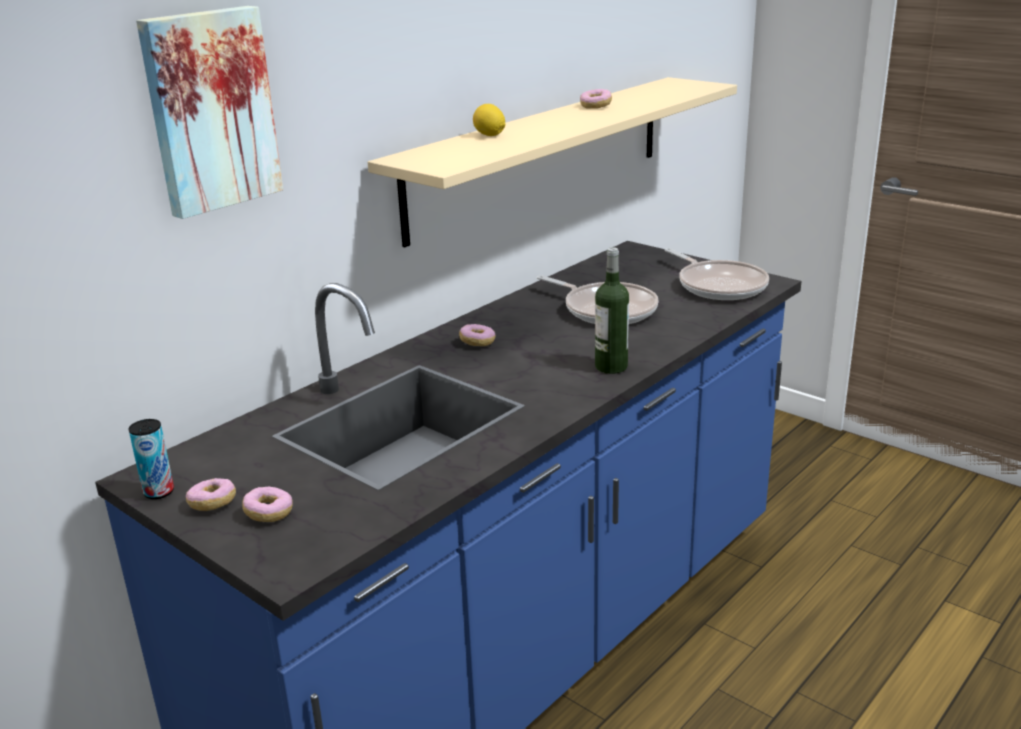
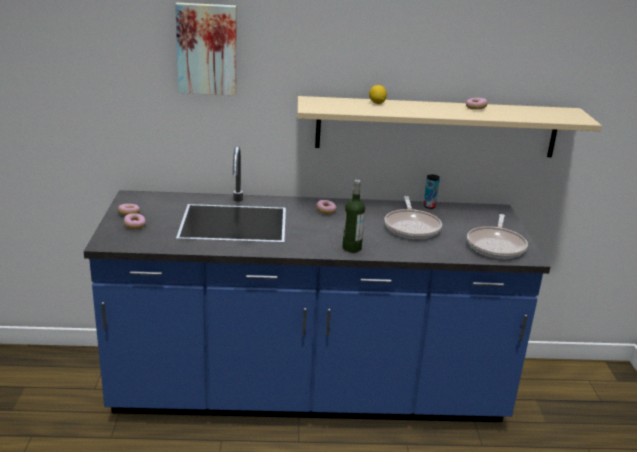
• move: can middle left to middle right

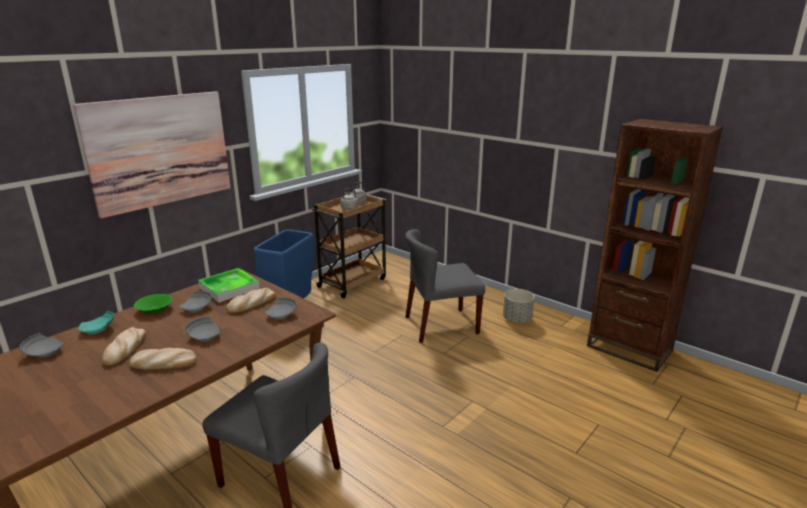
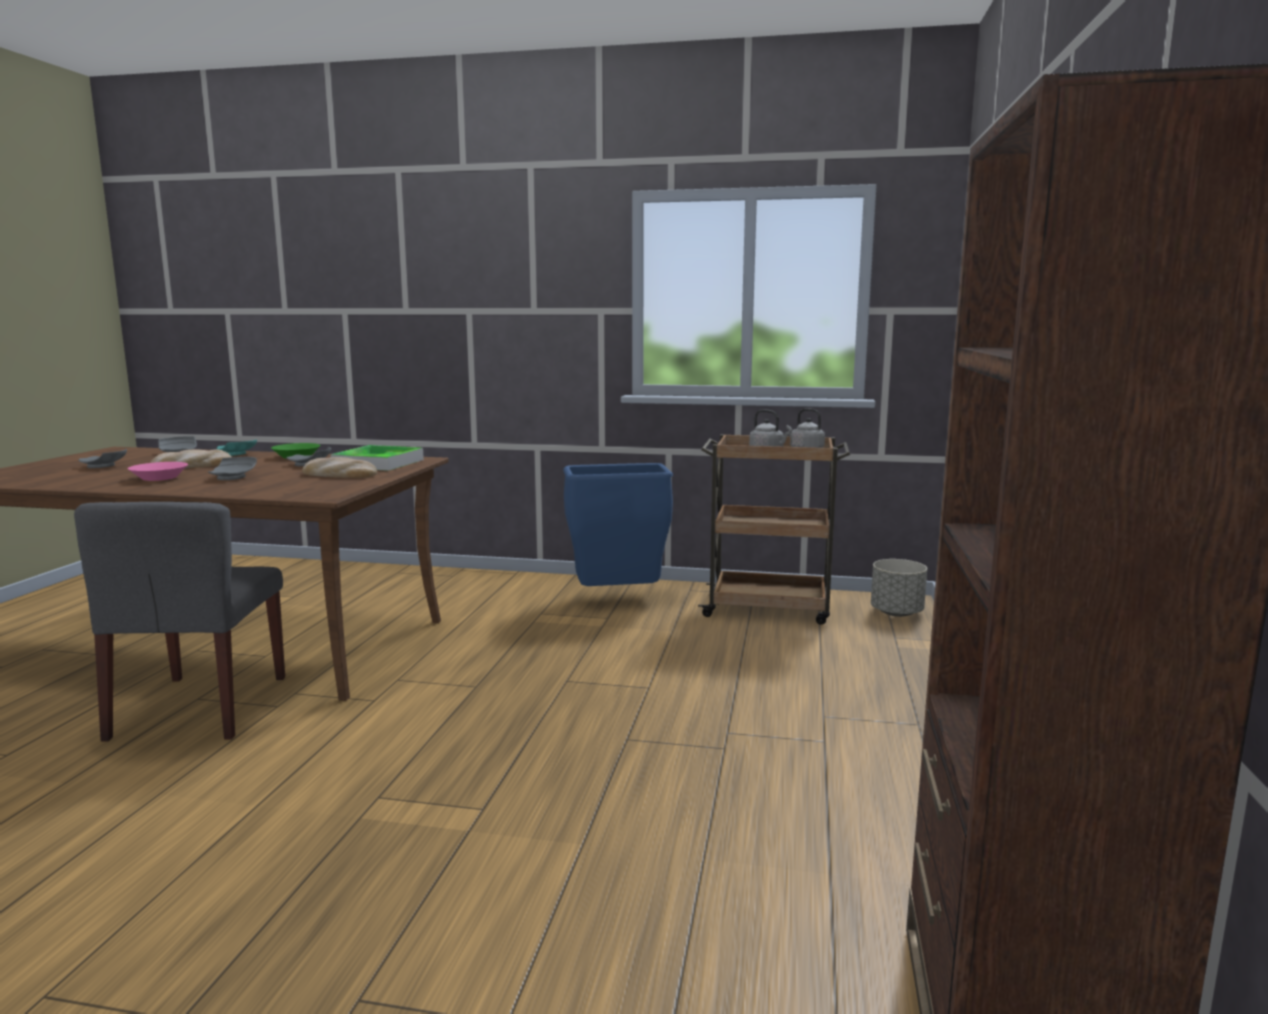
• delete: picture top left
• replace: bread (2nd from left) bottom left to pink bowl middle left
• move: grey plate (4th from left in the first image) centre to grey plate (1st from left) middle left
• delete: grey chair (2nd from left) centre
• move: grey planter centre to middle right

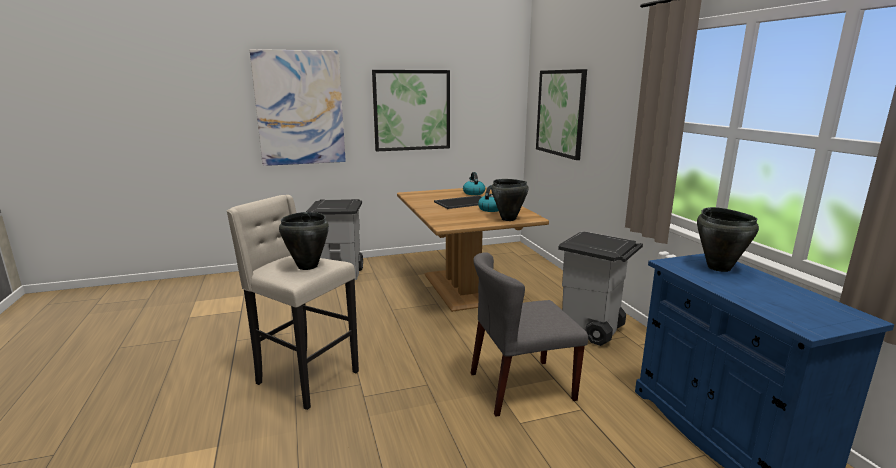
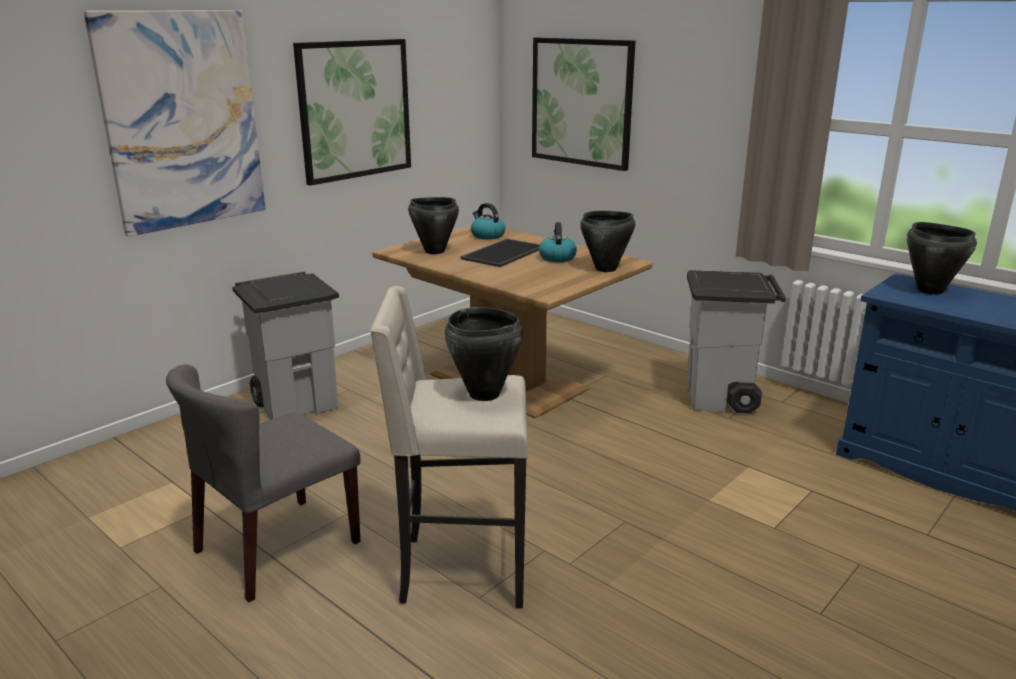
• move: grey chair bottom centre to bottom left
• insert: black cooking pot (1st from left) top centre

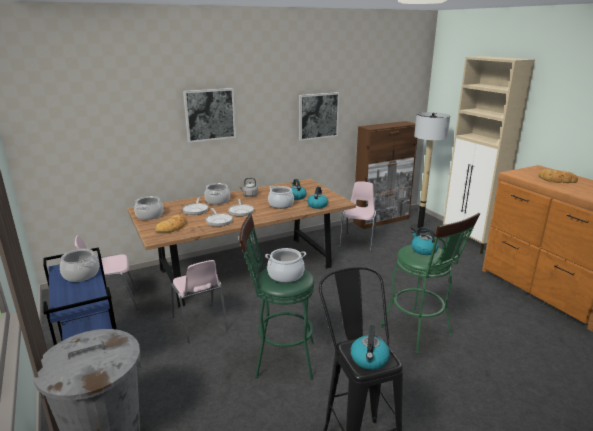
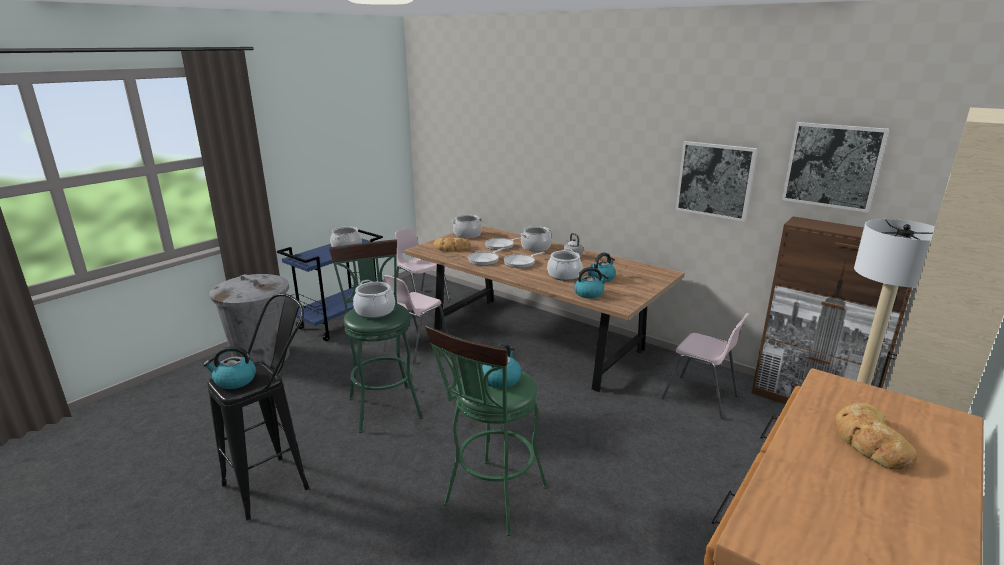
• move: picture (1st from left in the first image) top centre to picture (2nd from left) top right
• rotate: pink chair (3rd from left) centre = middle right 45 degrees clockwise

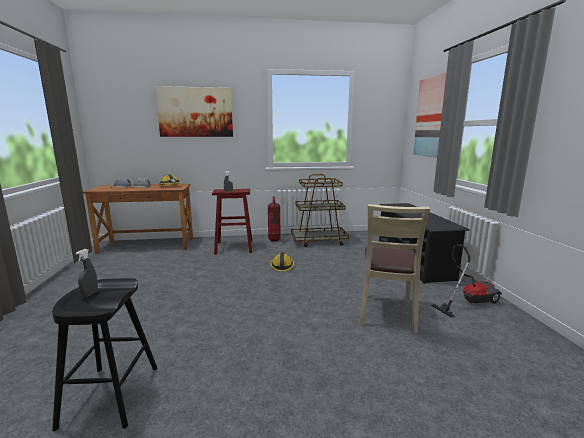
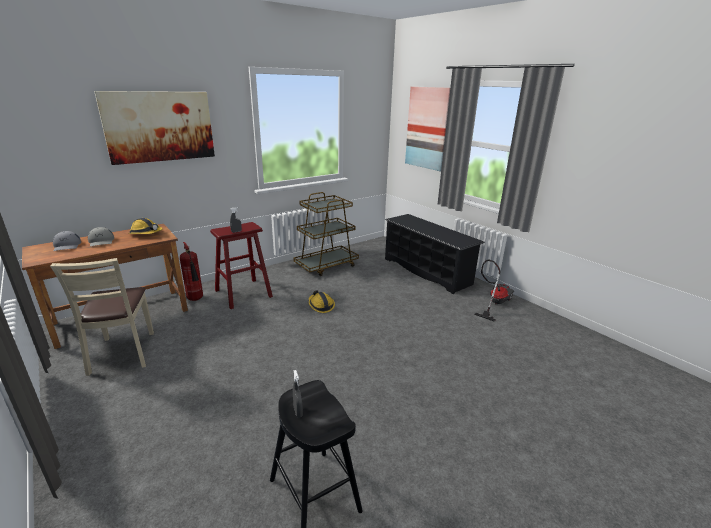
• move: fire extinguisher centre to middle left
• move: beige chair middle right to middle left

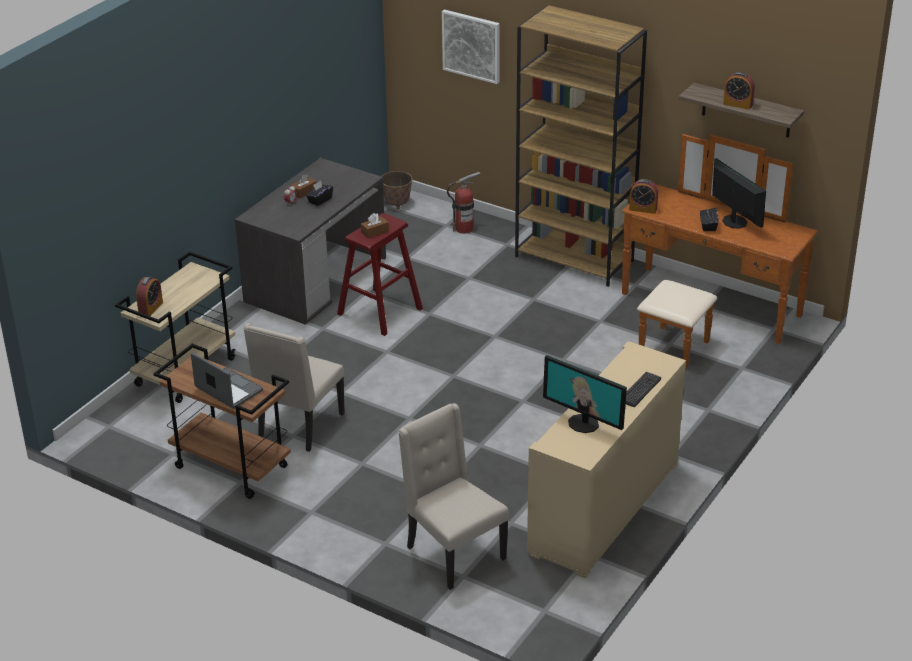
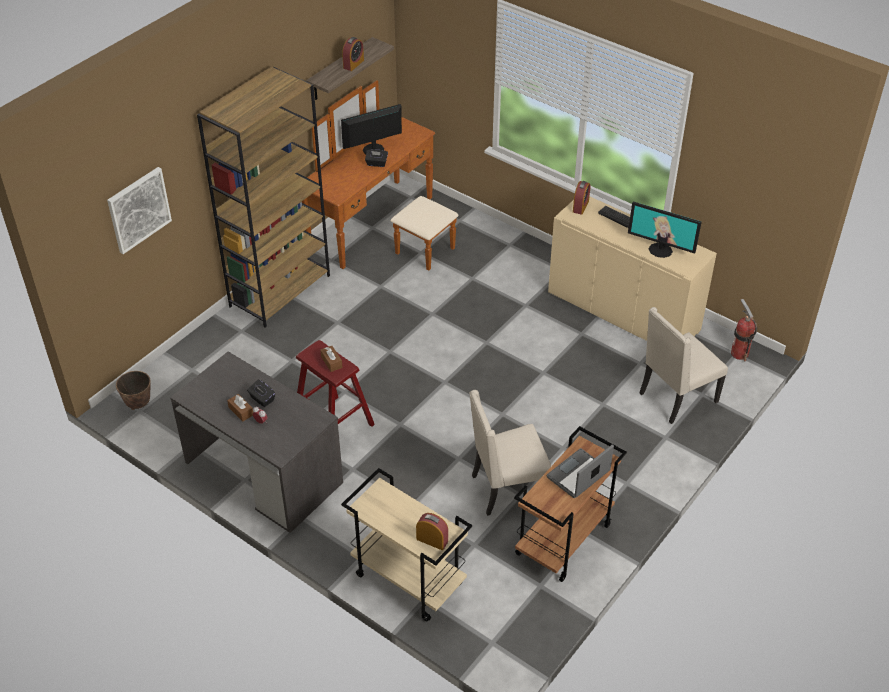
• rotate: beige chair (1st from left) middle left = centre 135 degrees clockwise
• move: fire extinguisher top centre to middle right
• rotate: monitor (1st from left in the first image) centre = top right 75 degrees clockwise
• move: alarm clock (3rd from left in the first image) top right to alarm clock (4th from left) top centre

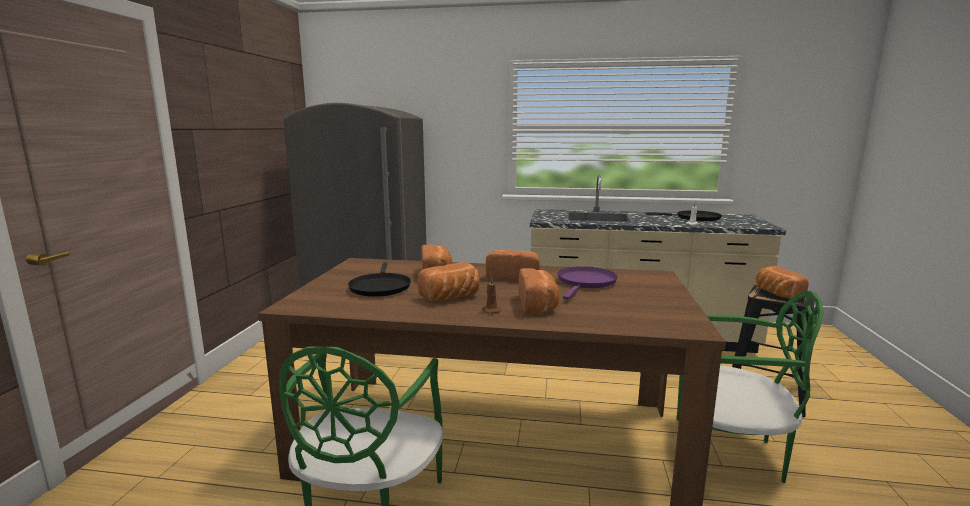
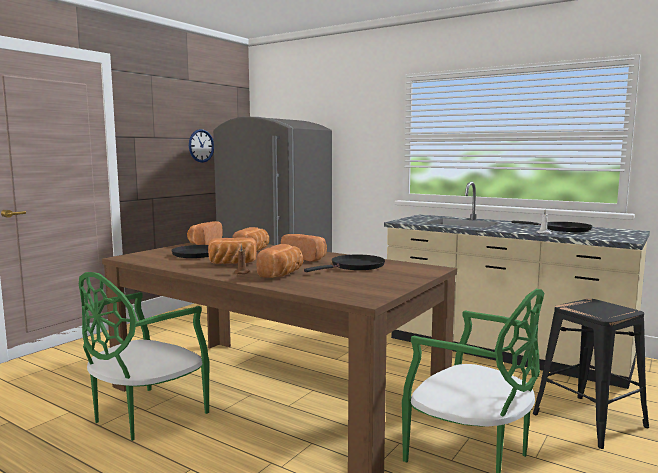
• recolor: purple frying pan centre to black frying pan (2nd from left) centre
• move: bread (5th from left in the first image) middle right to bread (1st from left) middle left
• insert: wall clock top left

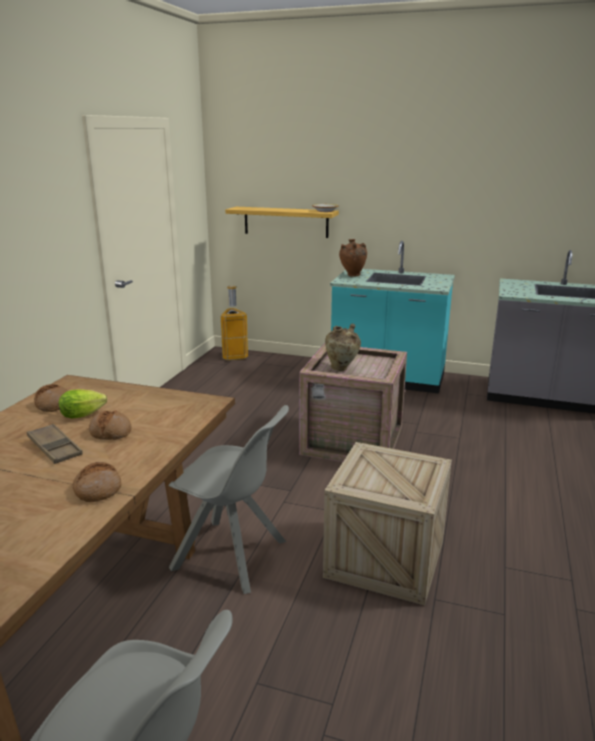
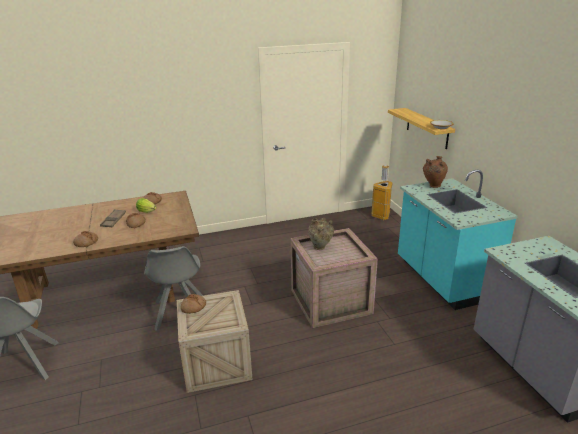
• insert: bread (4th from left) bottom centre

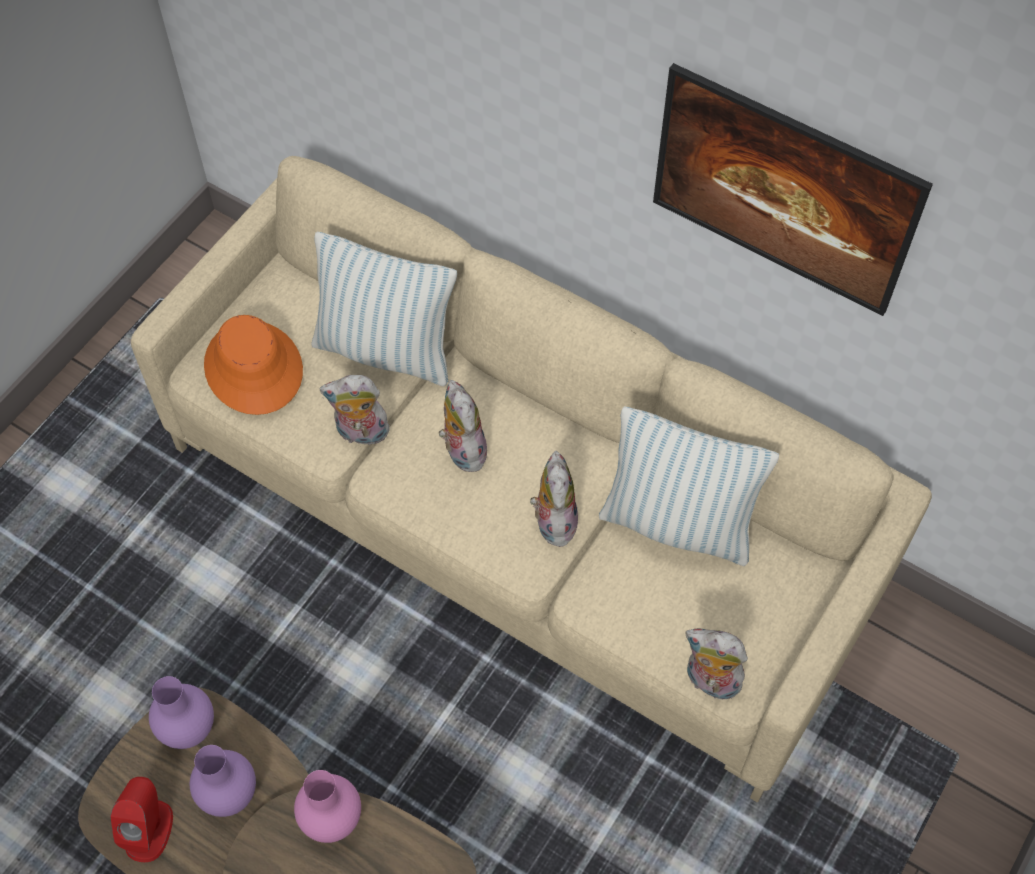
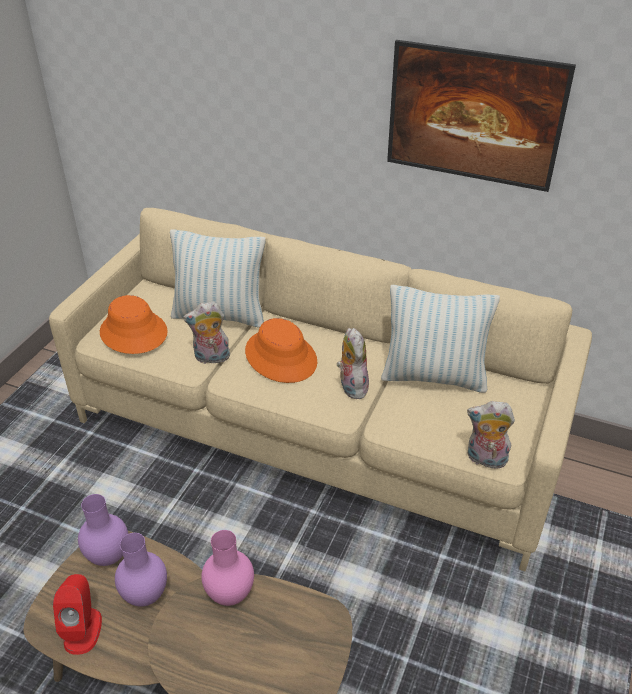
• replace: plush toy (2nd from left) centre to orange hat (2nd from left) centre

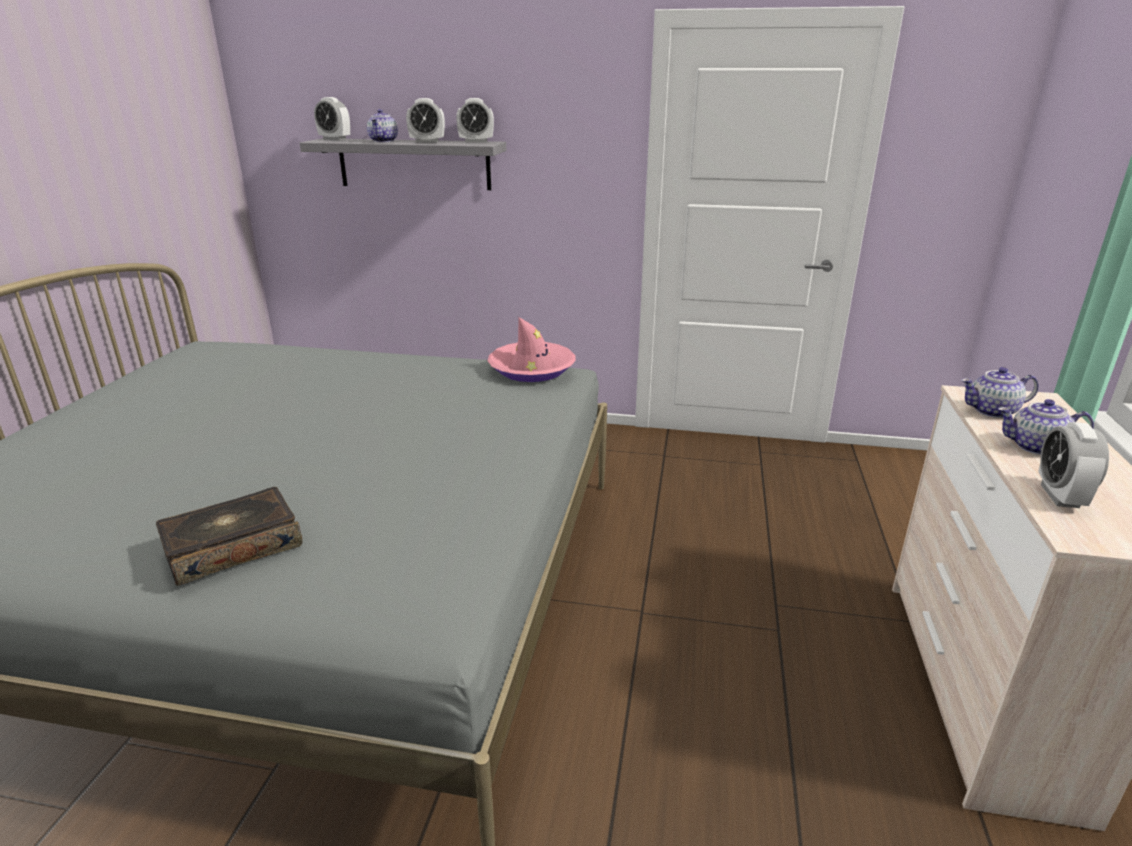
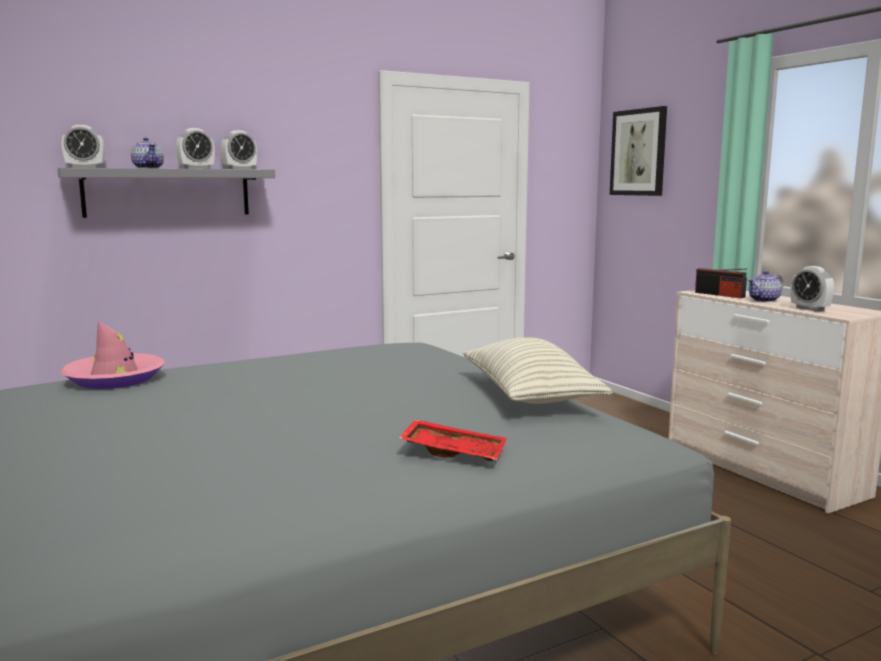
• replace: book middle left to red tray centre
• move: pink hat centre to middle left
• replace: teapot (2nd from left) middle right to radio middle right
• insert: pillow centre
• insert: picture top right

